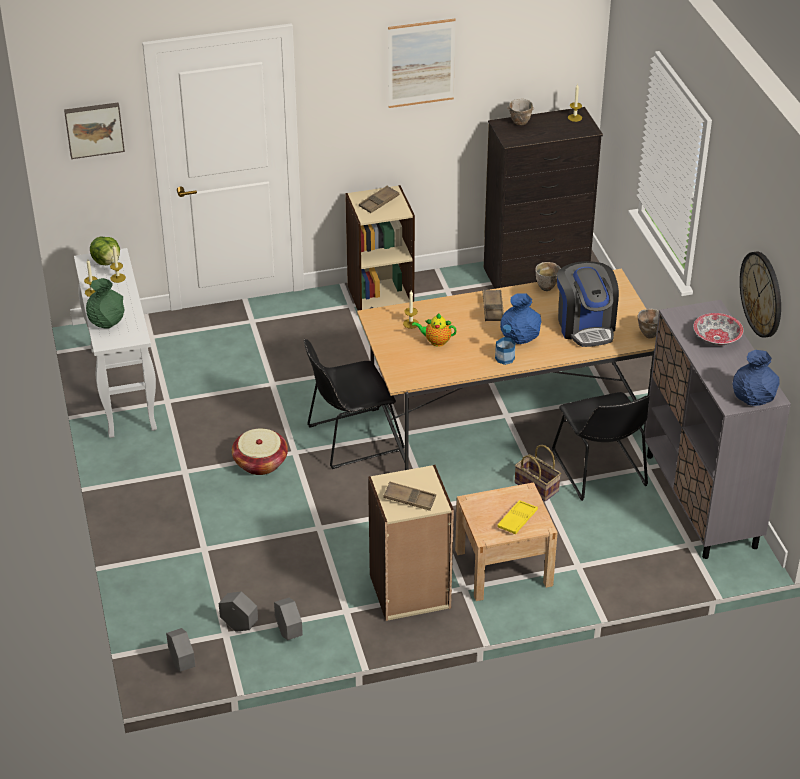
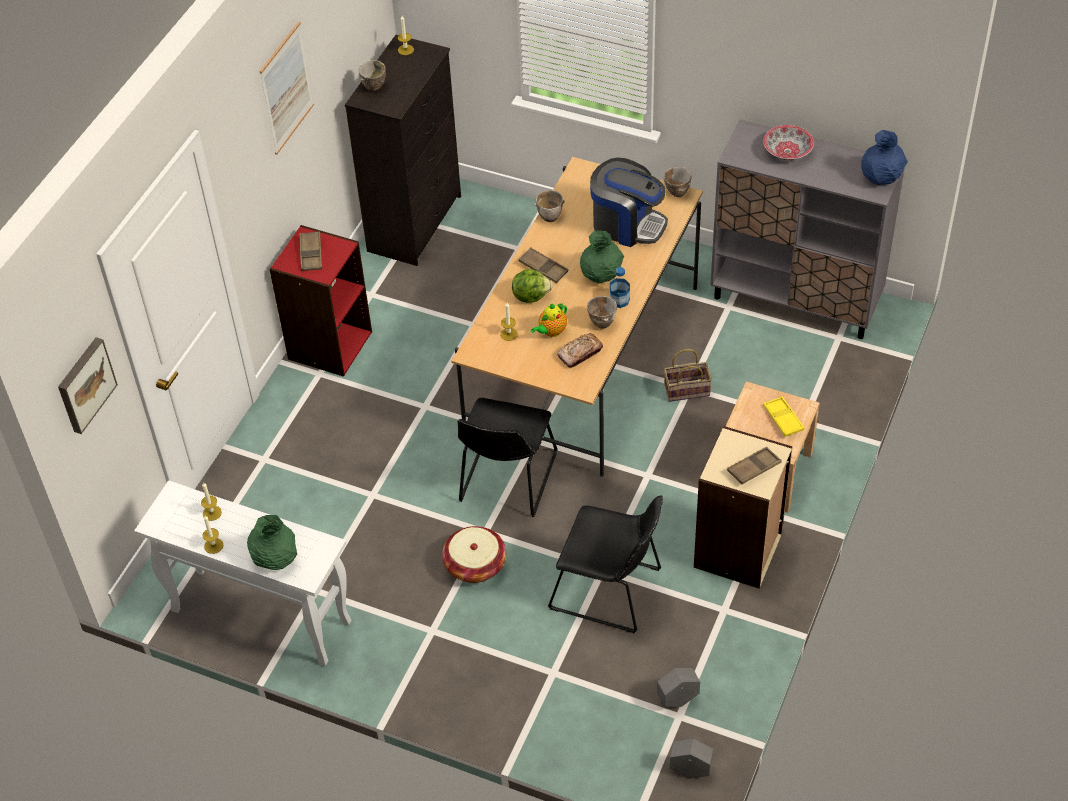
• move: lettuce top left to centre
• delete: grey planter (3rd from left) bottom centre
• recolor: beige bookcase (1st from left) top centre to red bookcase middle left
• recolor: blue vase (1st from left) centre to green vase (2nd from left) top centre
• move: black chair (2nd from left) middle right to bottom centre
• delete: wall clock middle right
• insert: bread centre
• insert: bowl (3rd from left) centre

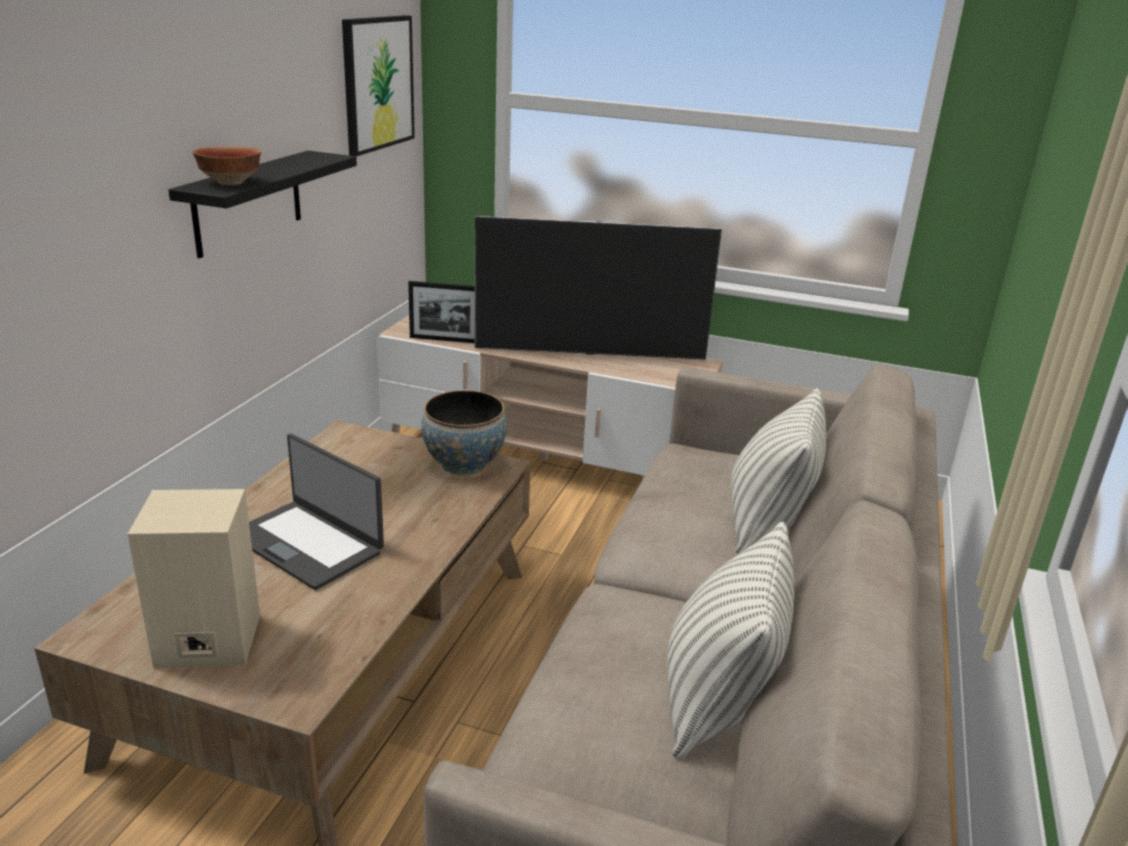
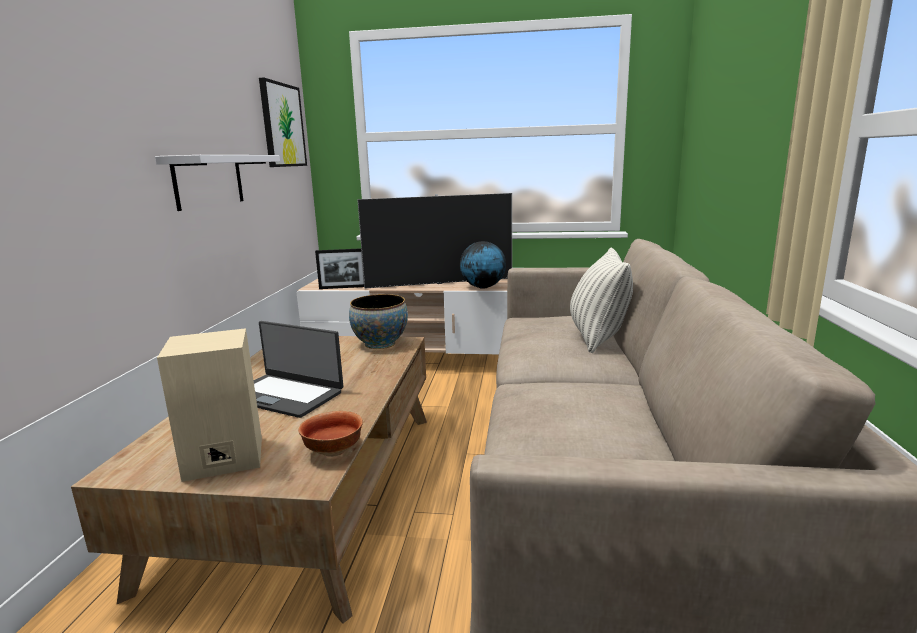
• recolor: black shelf top left to white shelf top left
• move: bowl (1st from left) top left to bottom centre
• delete: pillow (1st from left) bottom centre
• insert: globe centre

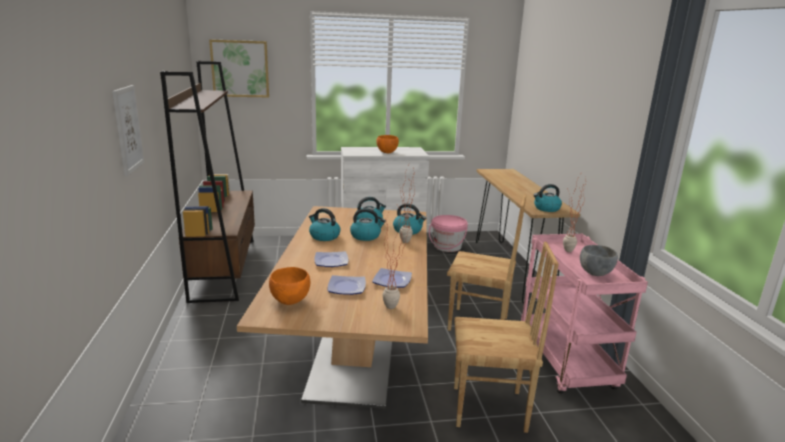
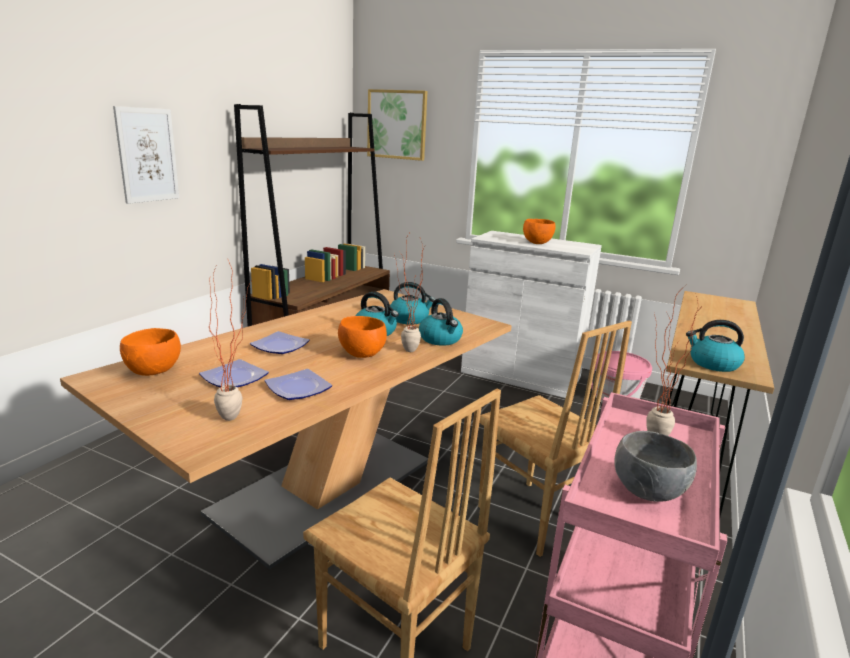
• delete: kettle (1st from left) centre
• insert: orange bowl (2nd from left) centre

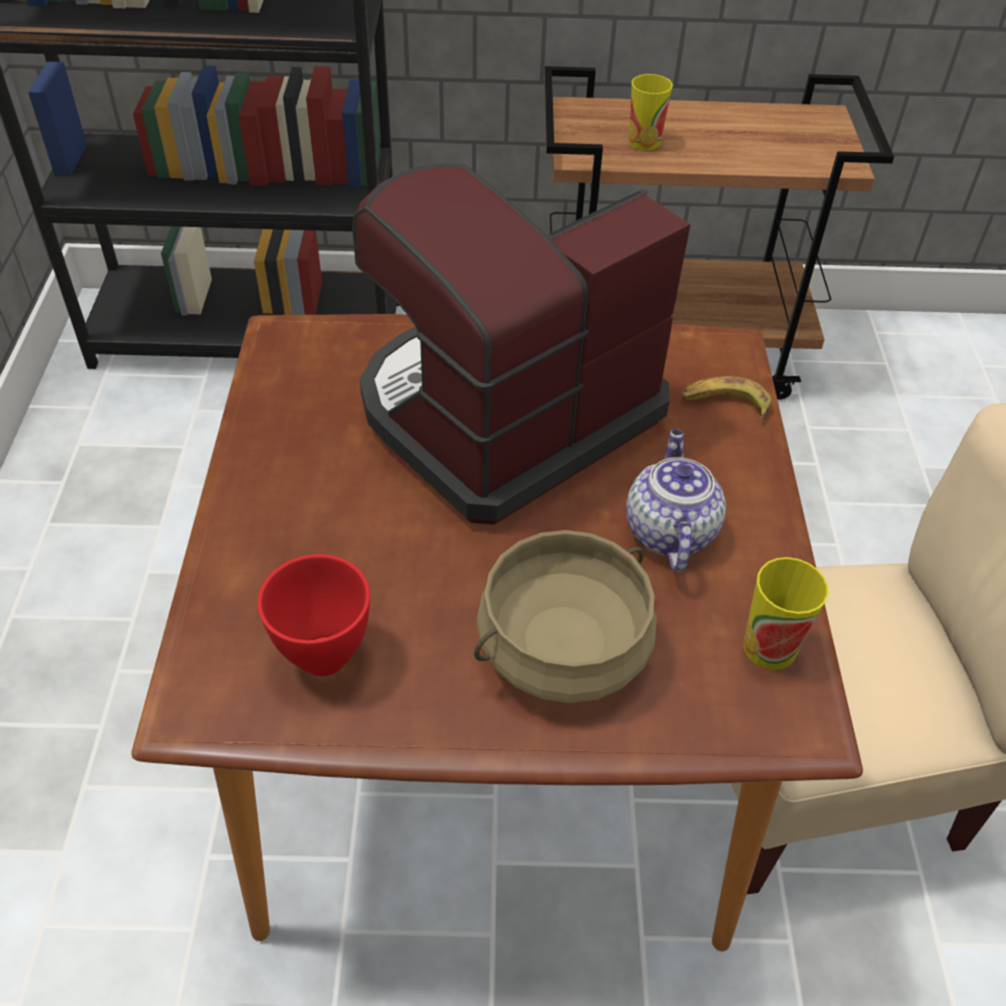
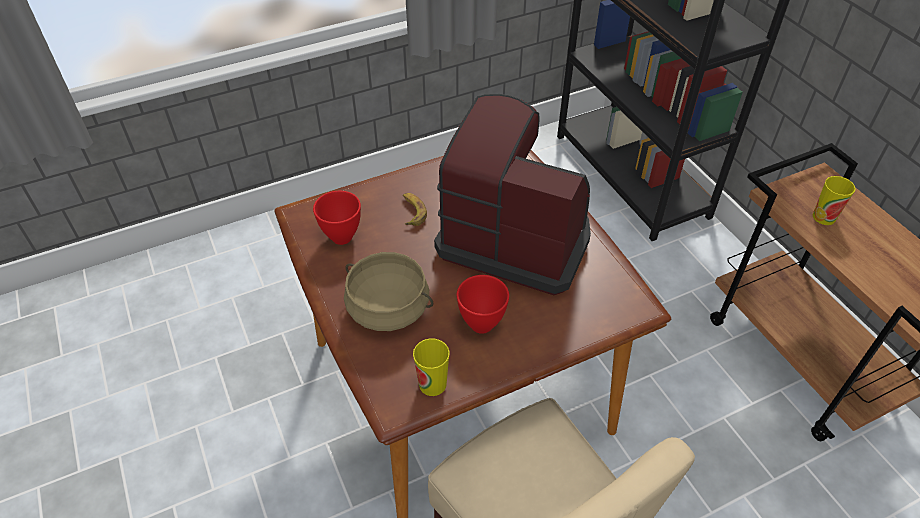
• replace: teapot middle right to red bowl (2nd from left) centre
• move: banana middle right to centre

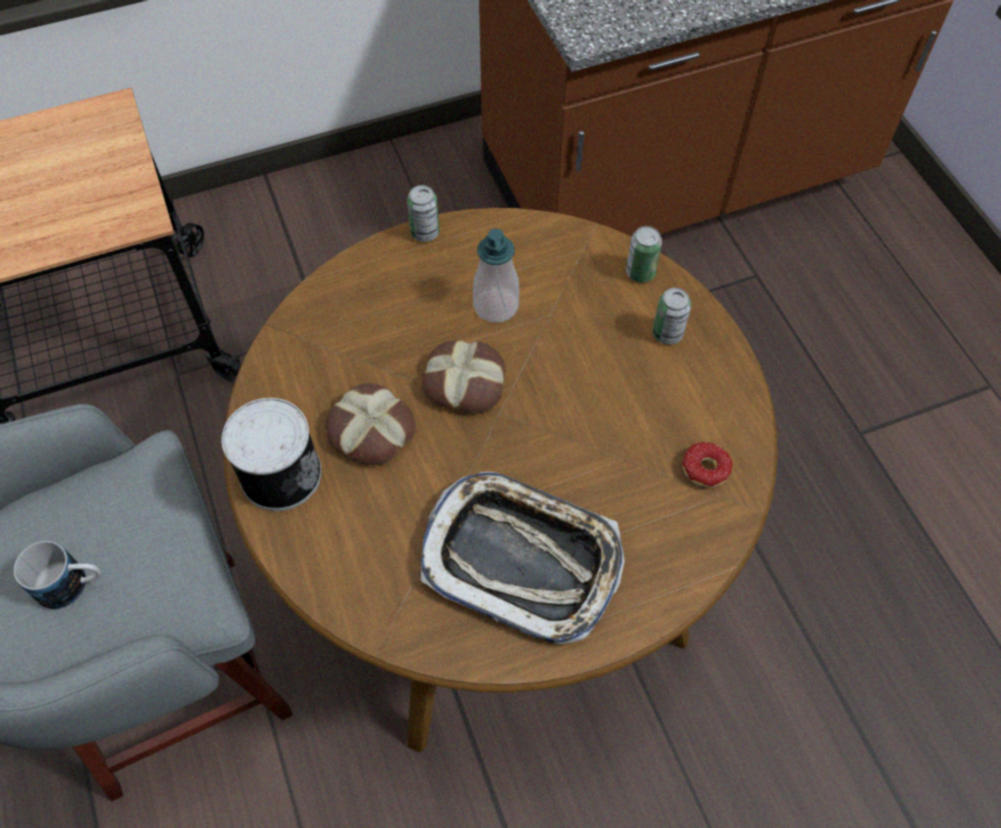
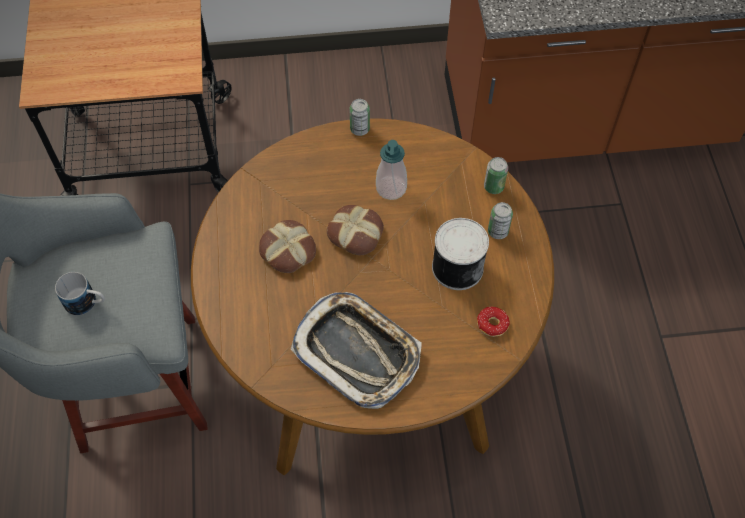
• move: can (1st from left in the first image) middle left to can (2nd from left) centre

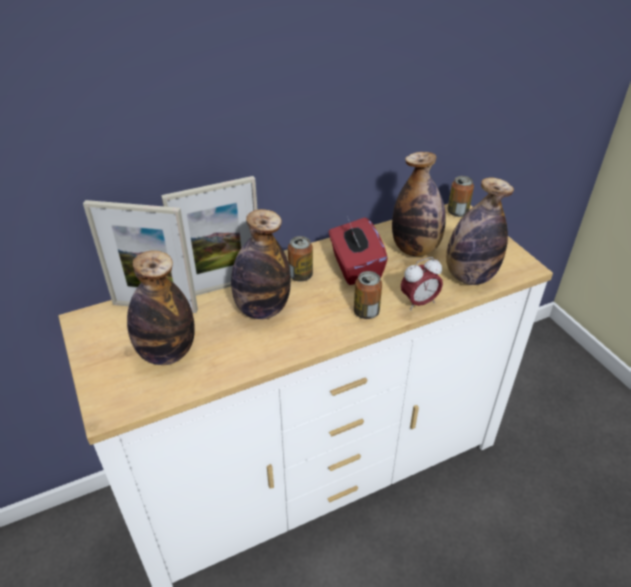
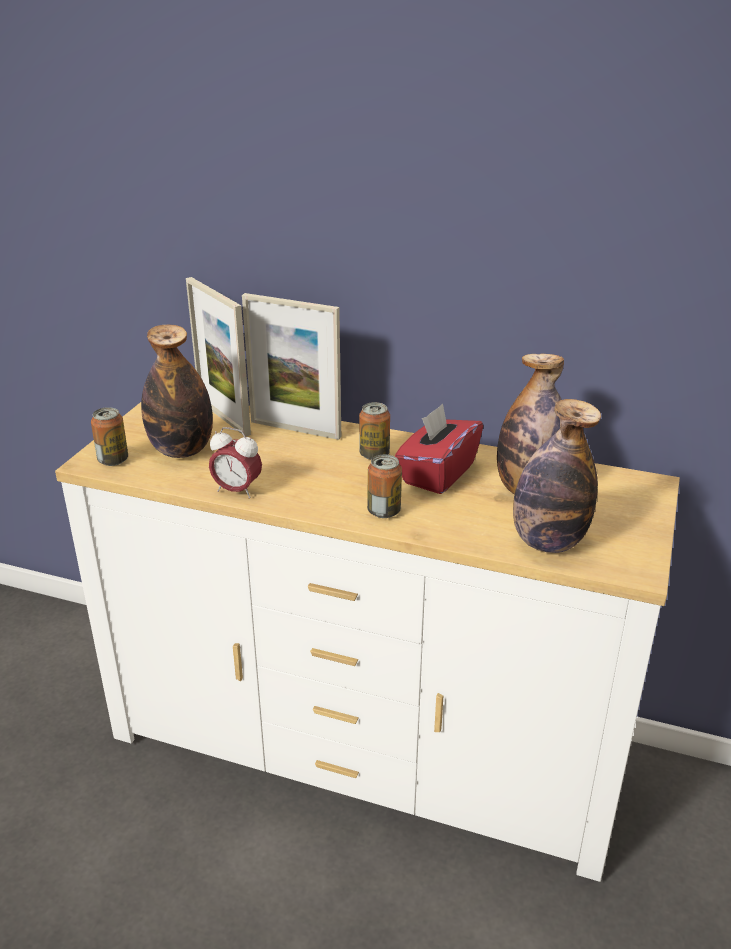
• delete: bottle (2nd from left) centre
• move: alarm clock middle right to middle left
• move: can (3rd from left in the first image) middle right to can (1st from left) middle left

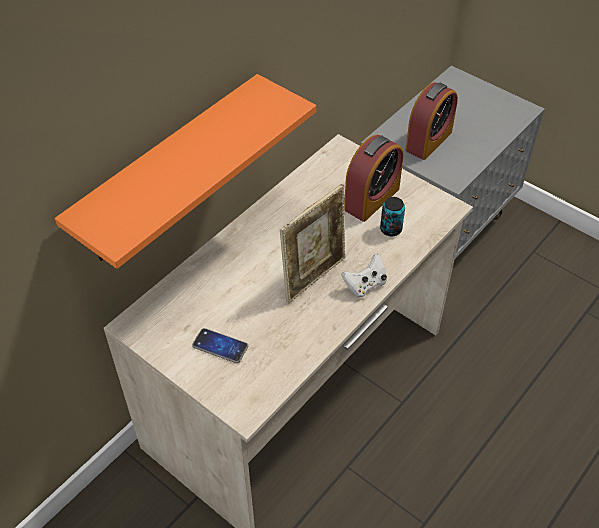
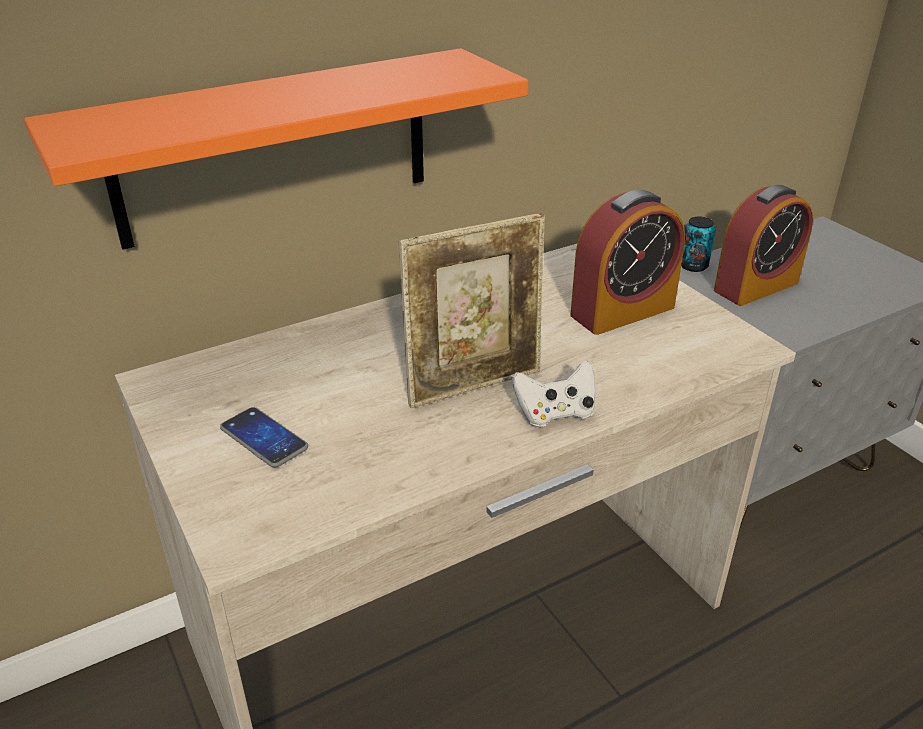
• move: can centre to middle right

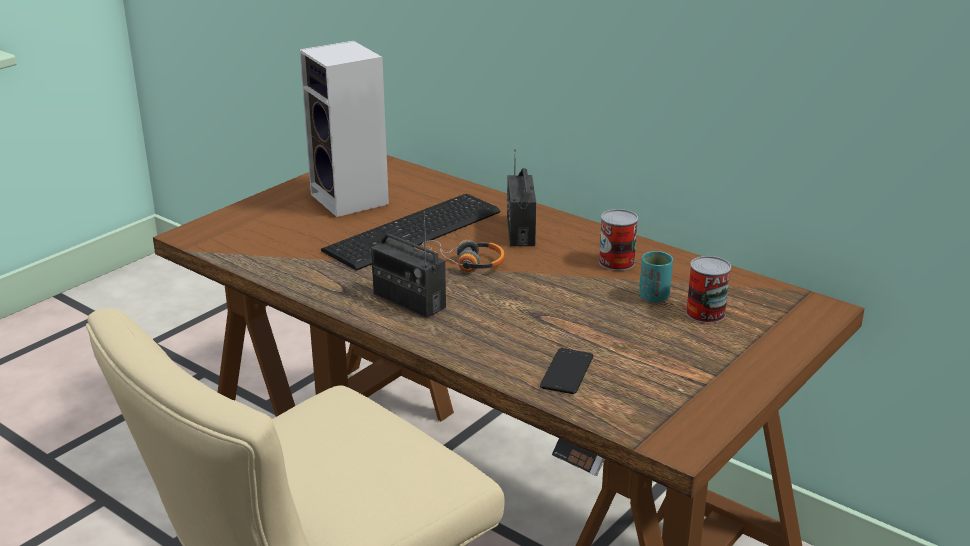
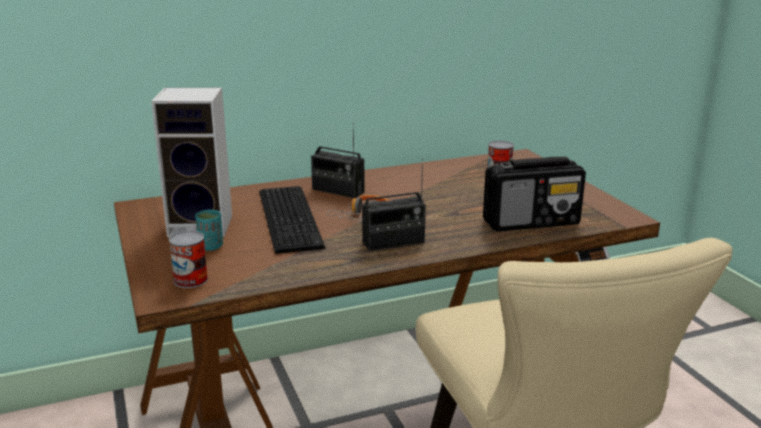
• replace: phone bottom centre to radio (3rd from left) middle right
• move: can (1st from left) centre to middle left
• move: turquoise cup middle right to middle left

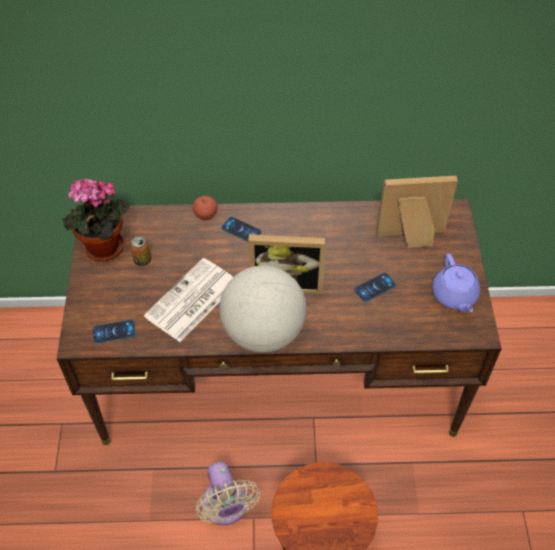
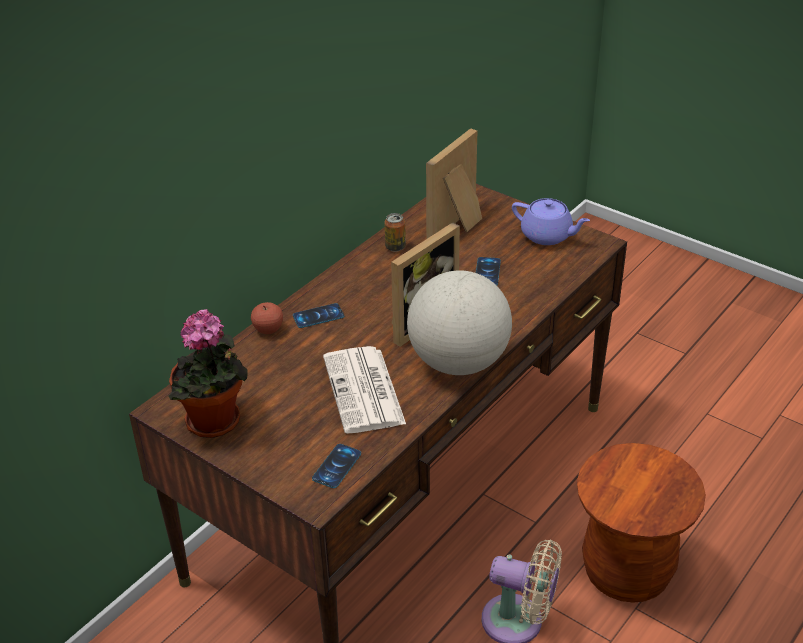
• move: can middle left to centre

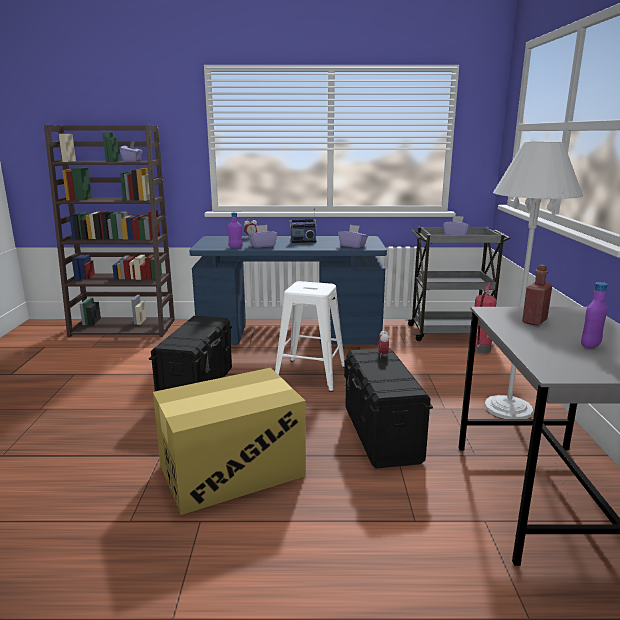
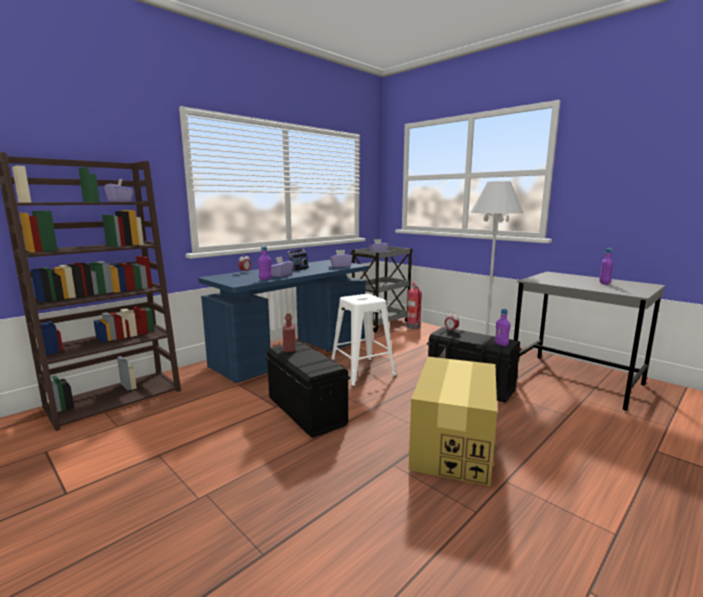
• move: red bottle middle right to centre
• insert: purple bottle (2nd from left) middle right

